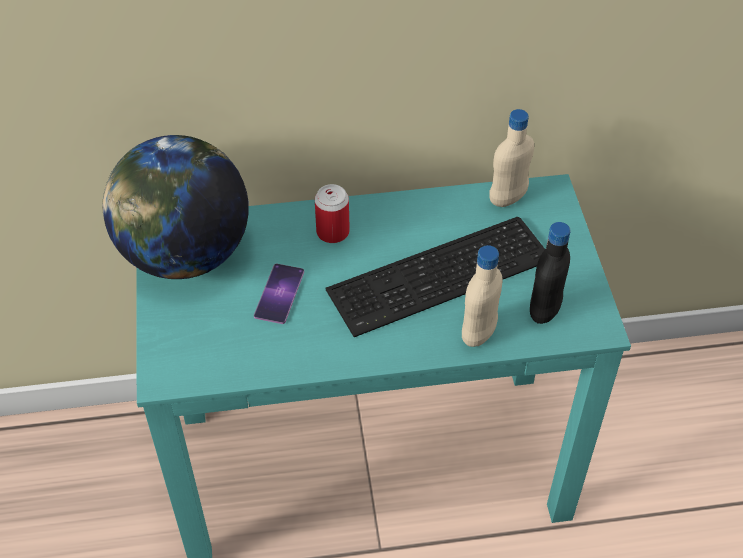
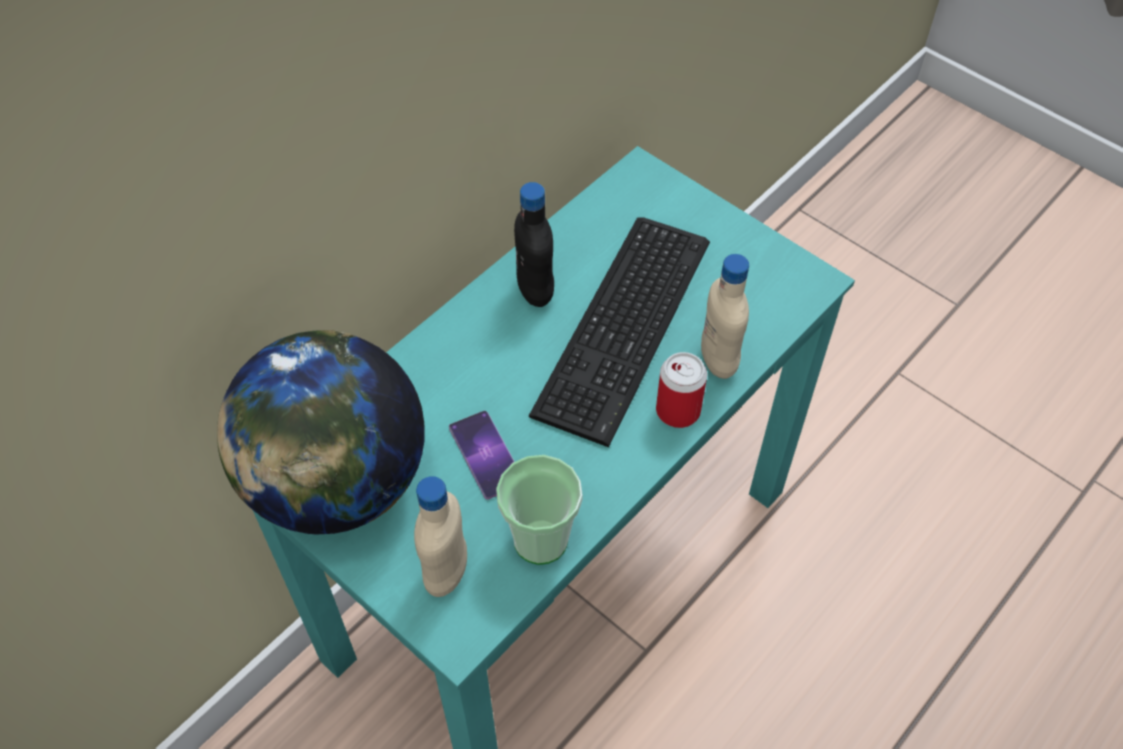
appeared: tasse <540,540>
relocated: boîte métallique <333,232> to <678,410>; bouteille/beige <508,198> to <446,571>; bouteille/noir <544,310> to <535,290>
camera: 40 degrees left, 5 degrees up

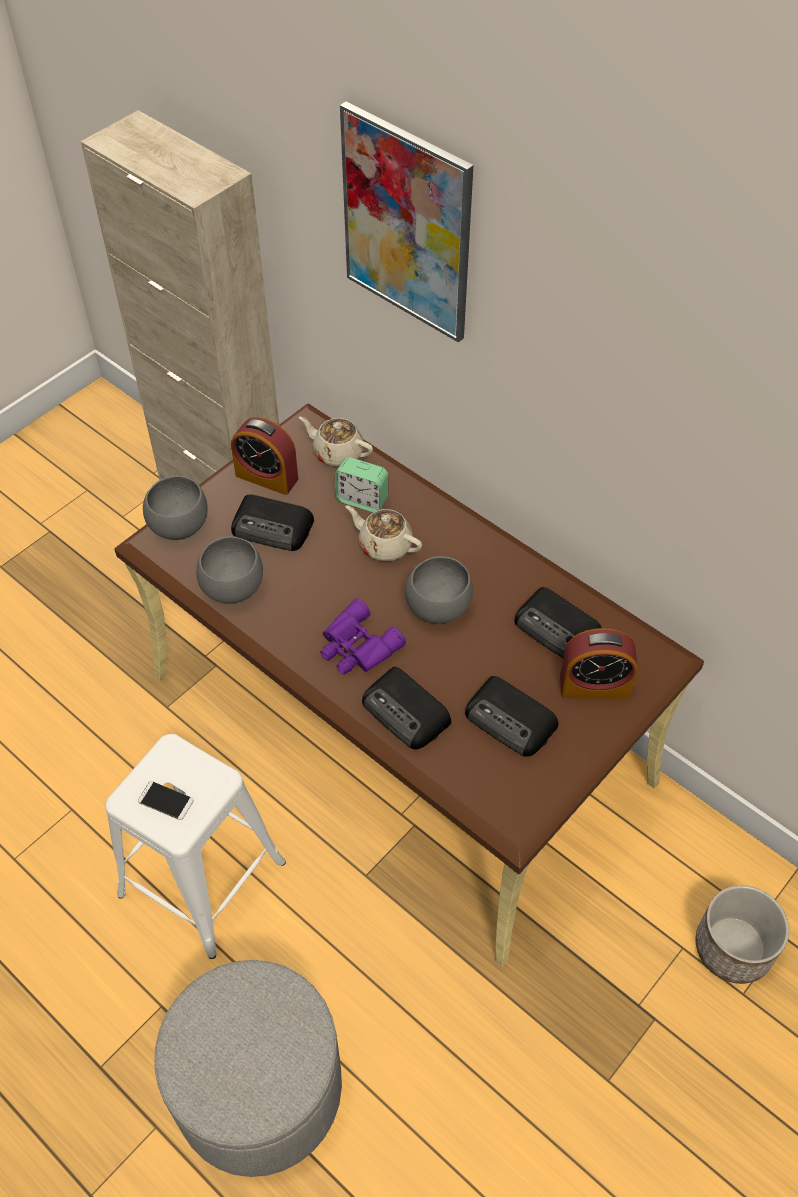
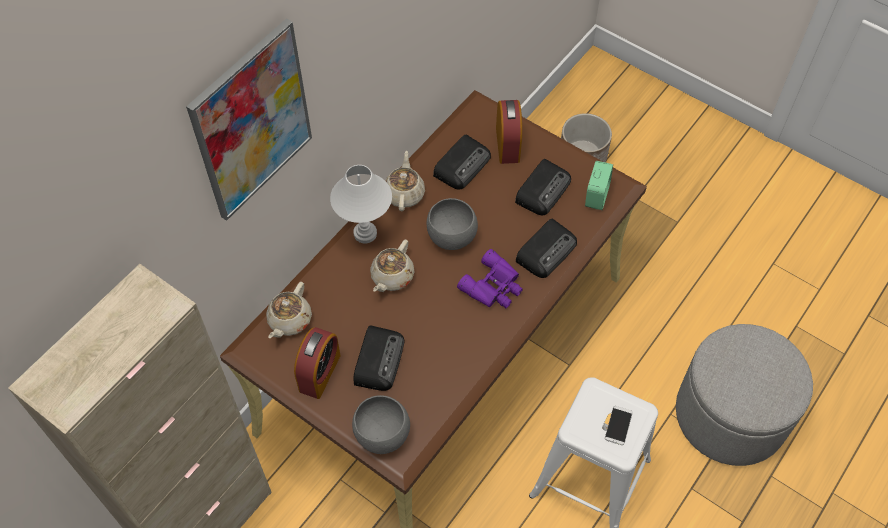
missing: bol/gris <231,589>
appeared: lampe de table/blanc <365,234>; théière/beige <404,193>
relocated: réveil <362,500> to <596,196>
camera: 95 degrees left, 5 degrees up

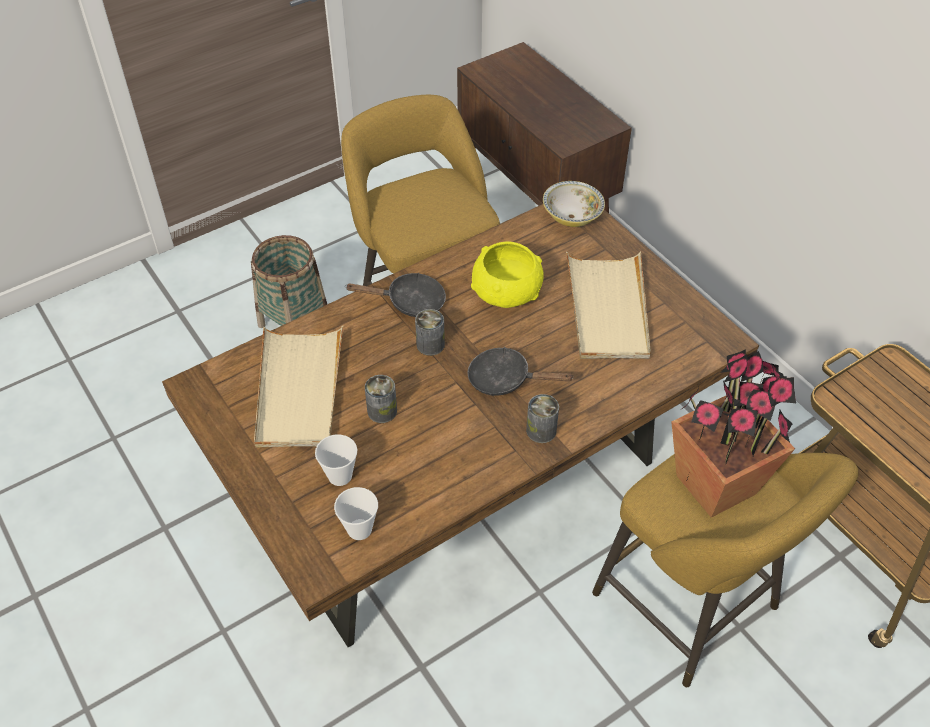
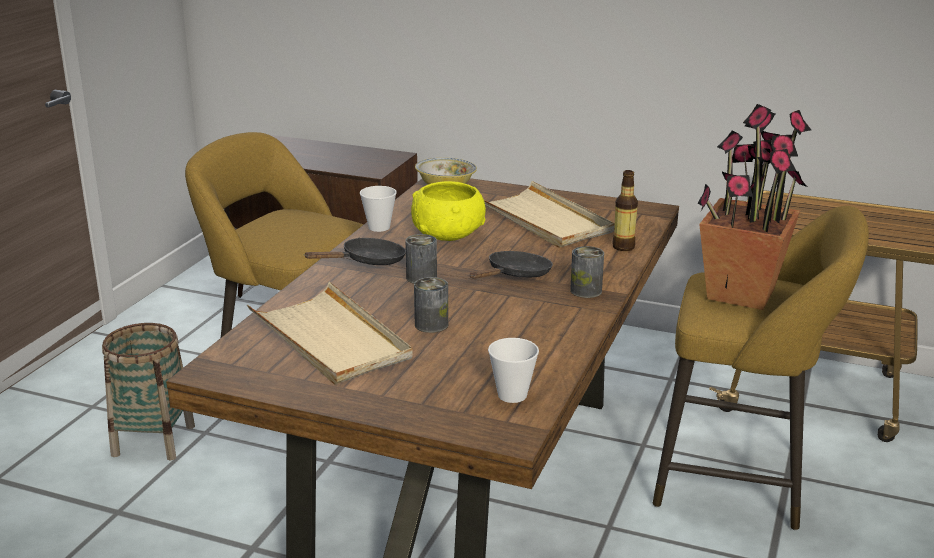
appeared: bouteille <623,247>
relocated: tasse <340,476> to <379,227>
spun: poêle/noir <505,379> = <515,275> 150 degrees clockwise
camera: 35 degrees left, 25 degrees down

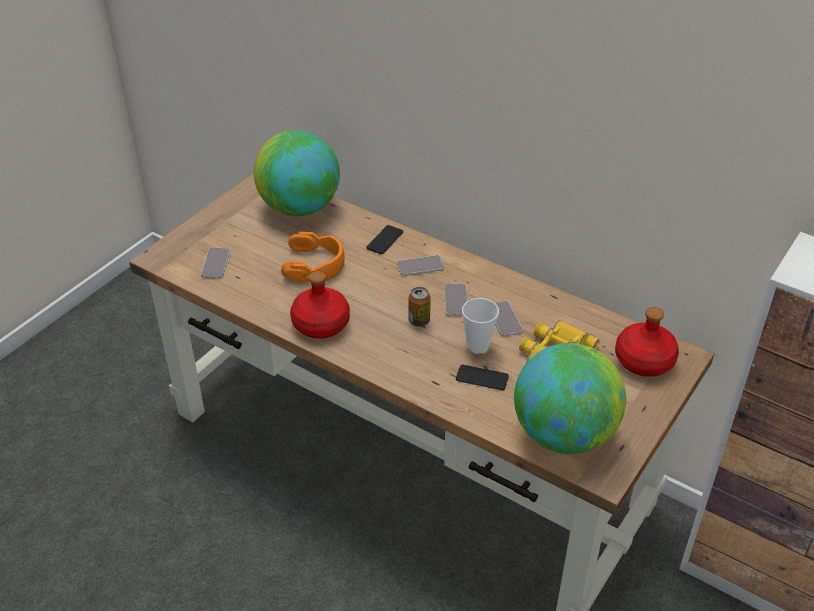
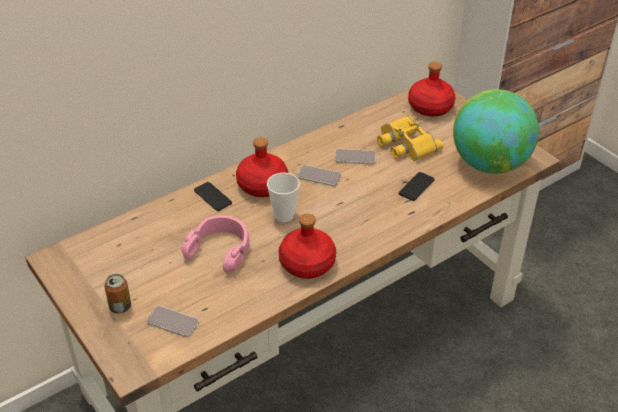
missing: globe <299,208>
relocated: boîte métallique <419,321> to <120,307>; tasse <478,346> to <284,216>
exchanged: téléphone <420,266> to bouteille/rouge <263,185>
colour: casque audio/orange <315,265> to casque audio/rose <220,249>
camera: 70 degrees left, 0 degrees up

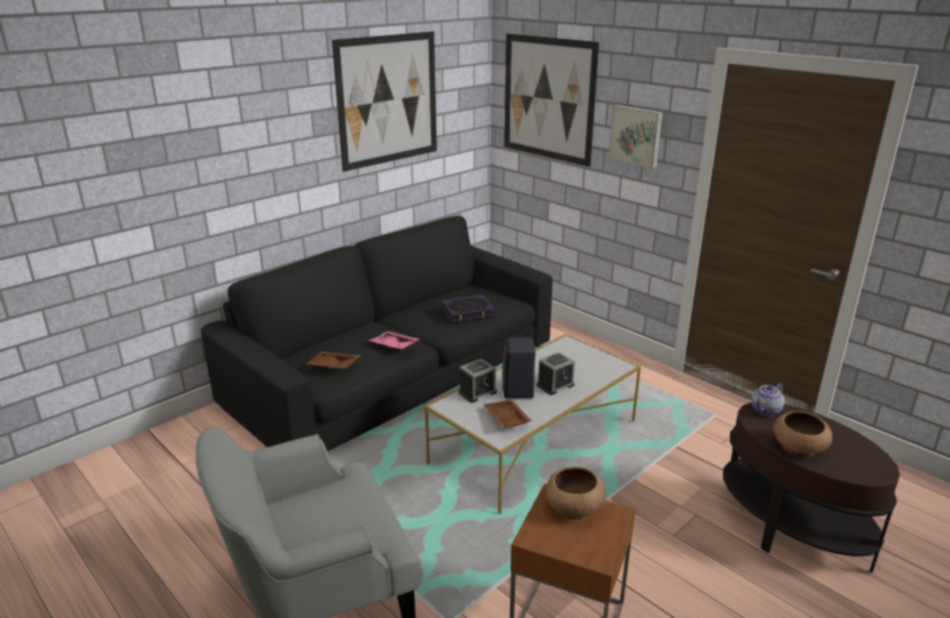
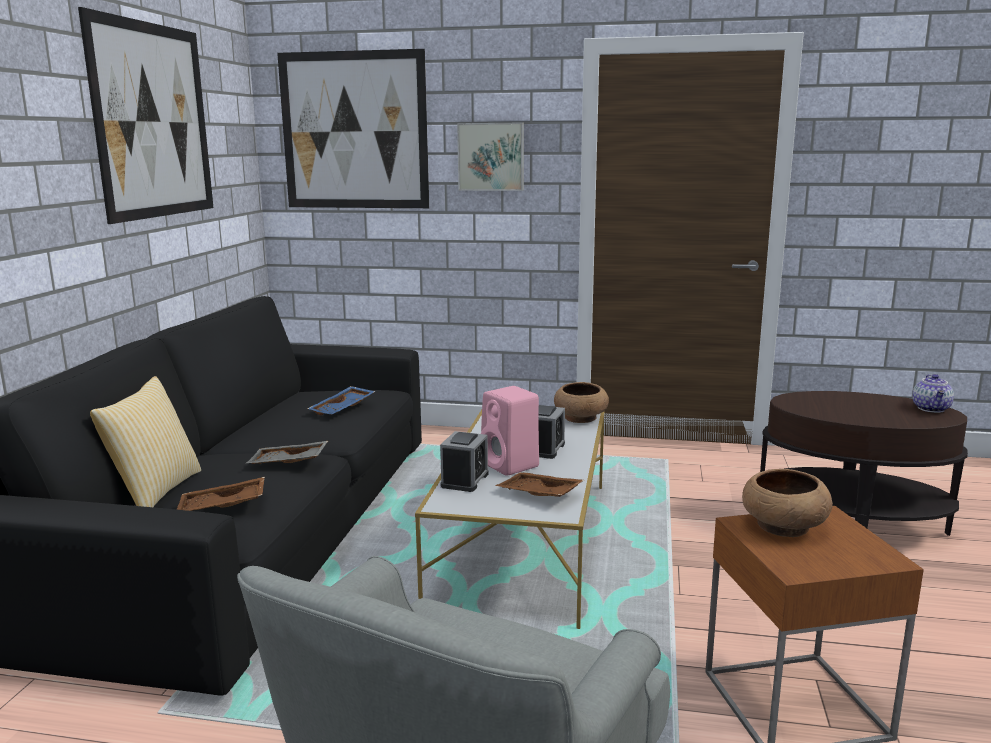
appeared: coussin <155,492>
relocated: théière <766,411> to <932,409>; bol/marron <798,448> to <581,418>
exchanged: livre <467,312> to plateau/bleu <343,409>
colour: plateau/rose <393,346> to plateau/gris <288,463>; enceinte/noir <518,391> to enceinte/rose <511,465>
camera: 35 degrees left, 10 degrees down

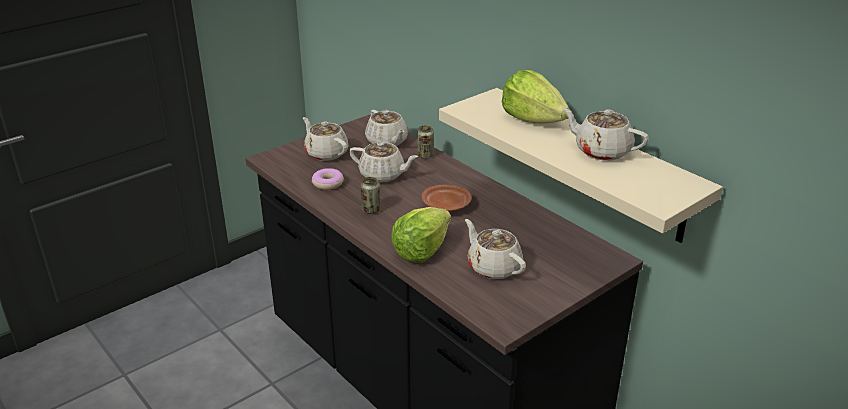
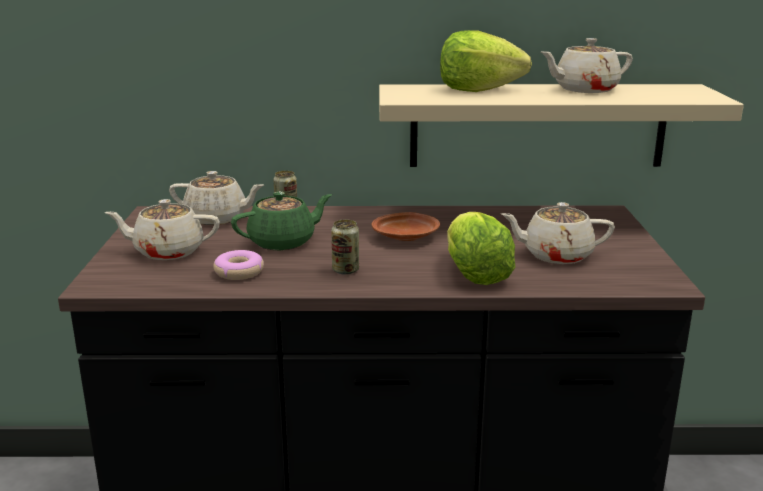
colour: théière/beige <383,175> to théière/vert <283,242>
camera: 50 degrees left, 10 degrees down

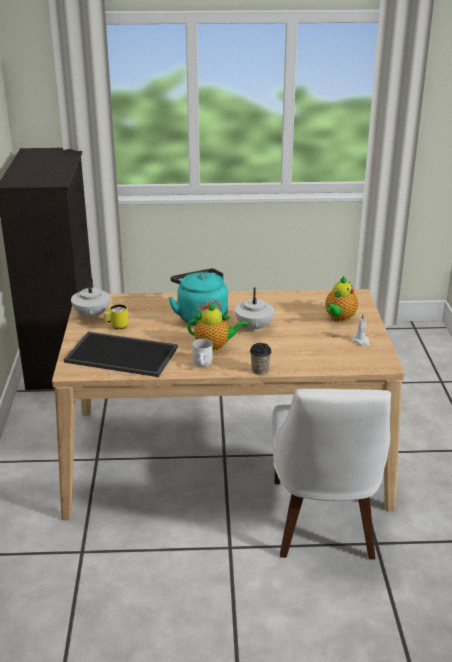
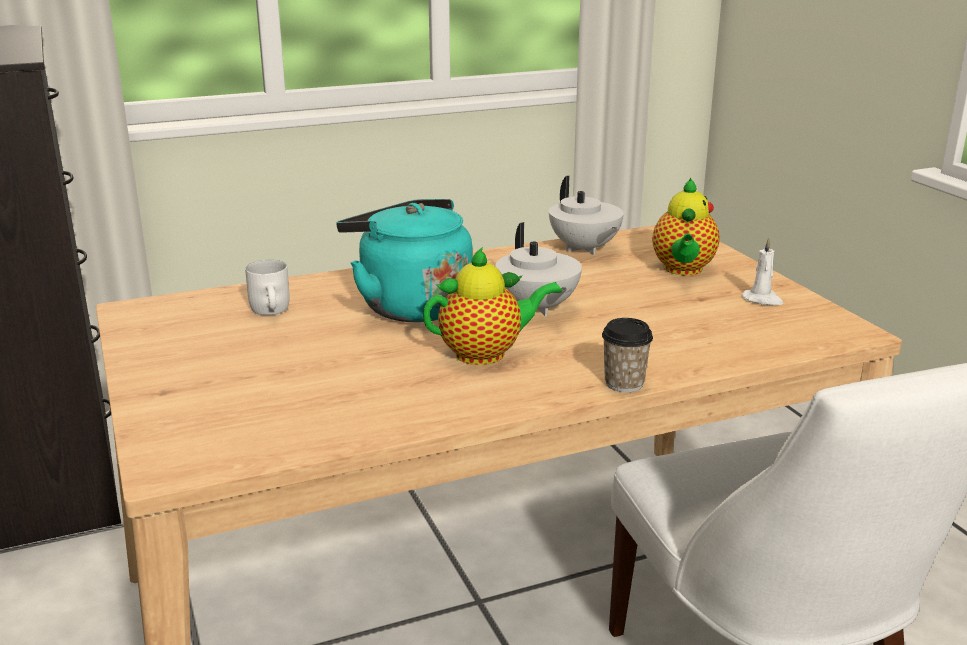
missing: plateau <123,354>; mug/jaune <116,327>
relocated: théière/blanc <91,316> to <584,249>; mug/blanc <203,364> to <273,311>
camera: 20 degrees left, 5 degrees down

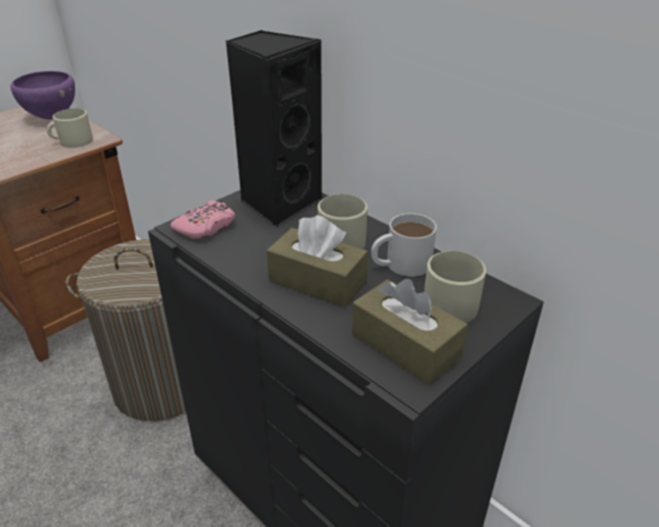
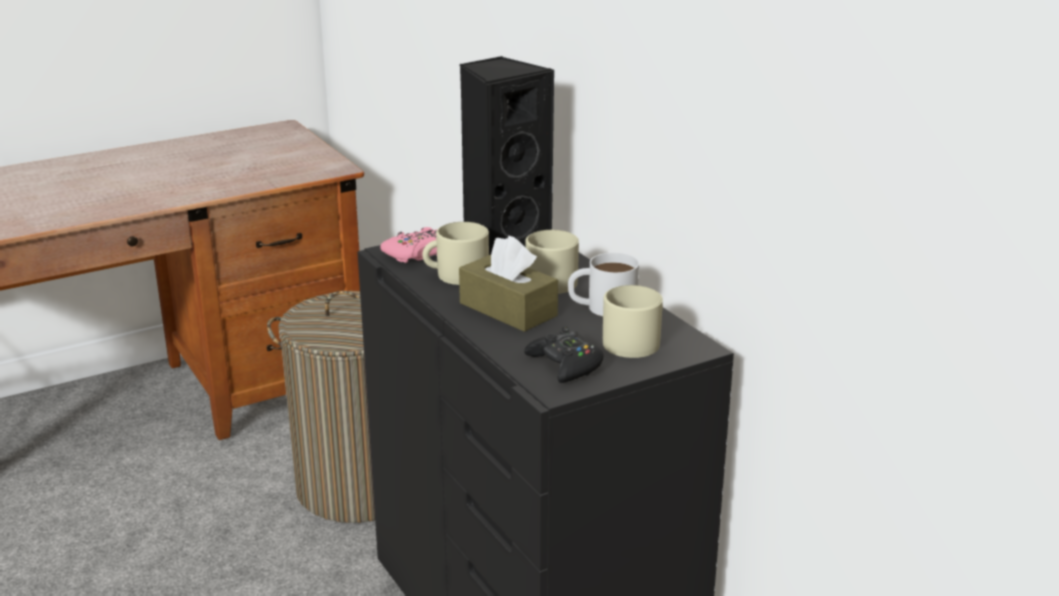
missing: bol/violet <52,118>
relocated: mug/beige <72,142> to <456,274>
exchanged: boîte à mouchoirs/marron <405,346> to manette/noir <565,365>
camera: 15 degrees right, 10 degrees down

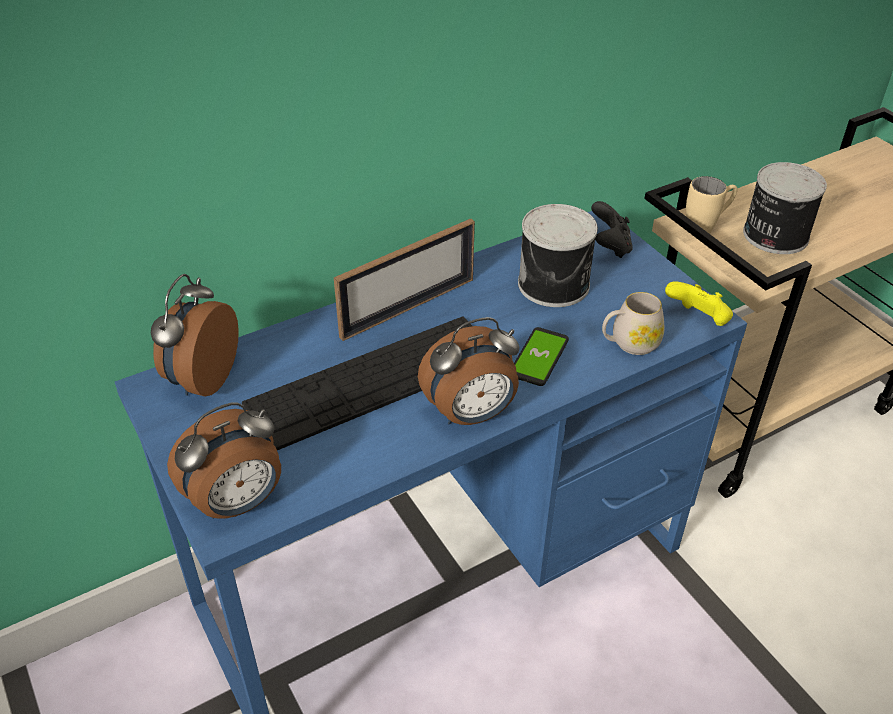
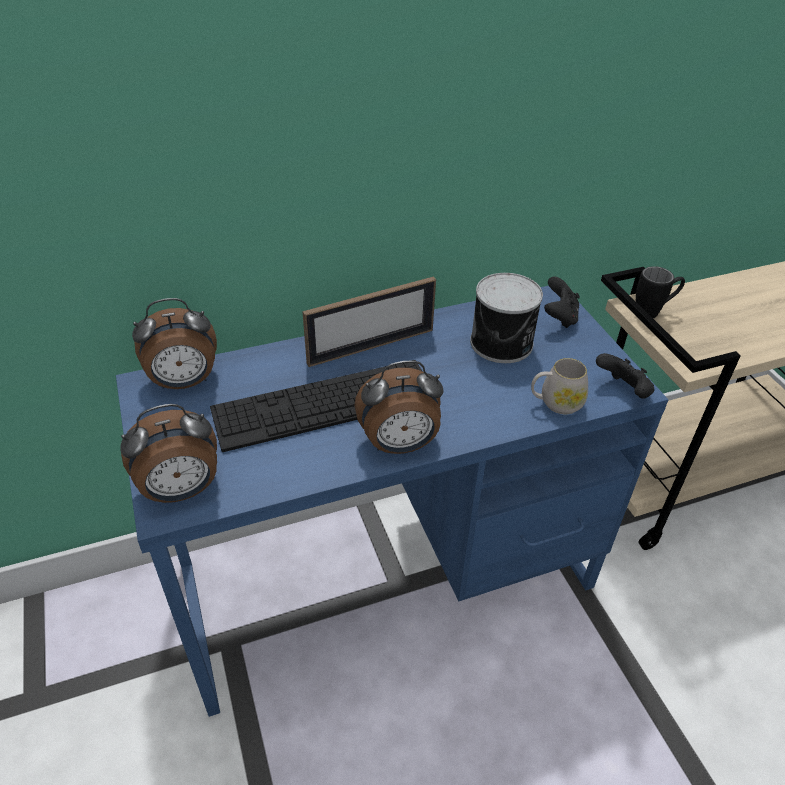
missing: téléphone <539,357>; boîte métallique <774,235>
colour: manette/jaune <698,320> to manette/noir <623,391>; mug/beige <706,227> to mug/noir <653,311>
spun: réveil <201,379> = <184,382> 135 degrees counterclockwise
camera: 10 degrees right, 0 degrees up

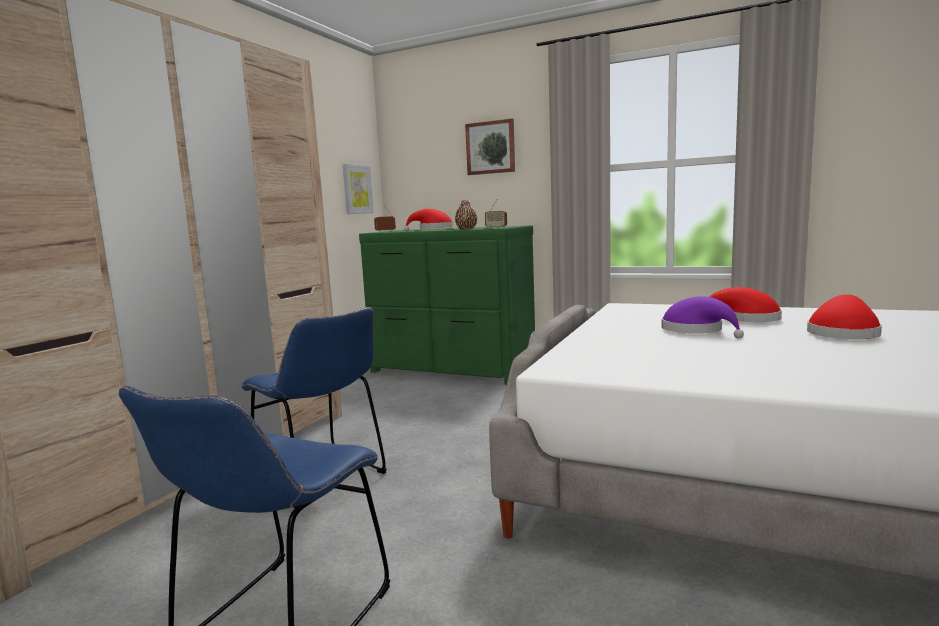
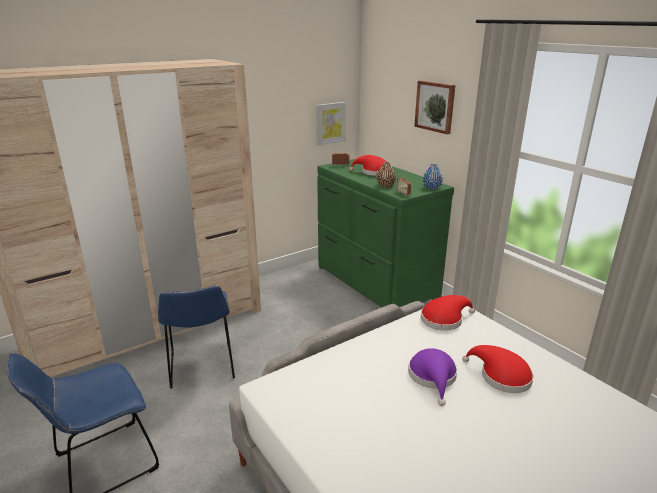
appeared: vase/bleu <431,188>
relocated: chapeau/rouge <842,333> to <444,319>
camera: 30 degrees right, 15 degrees up

